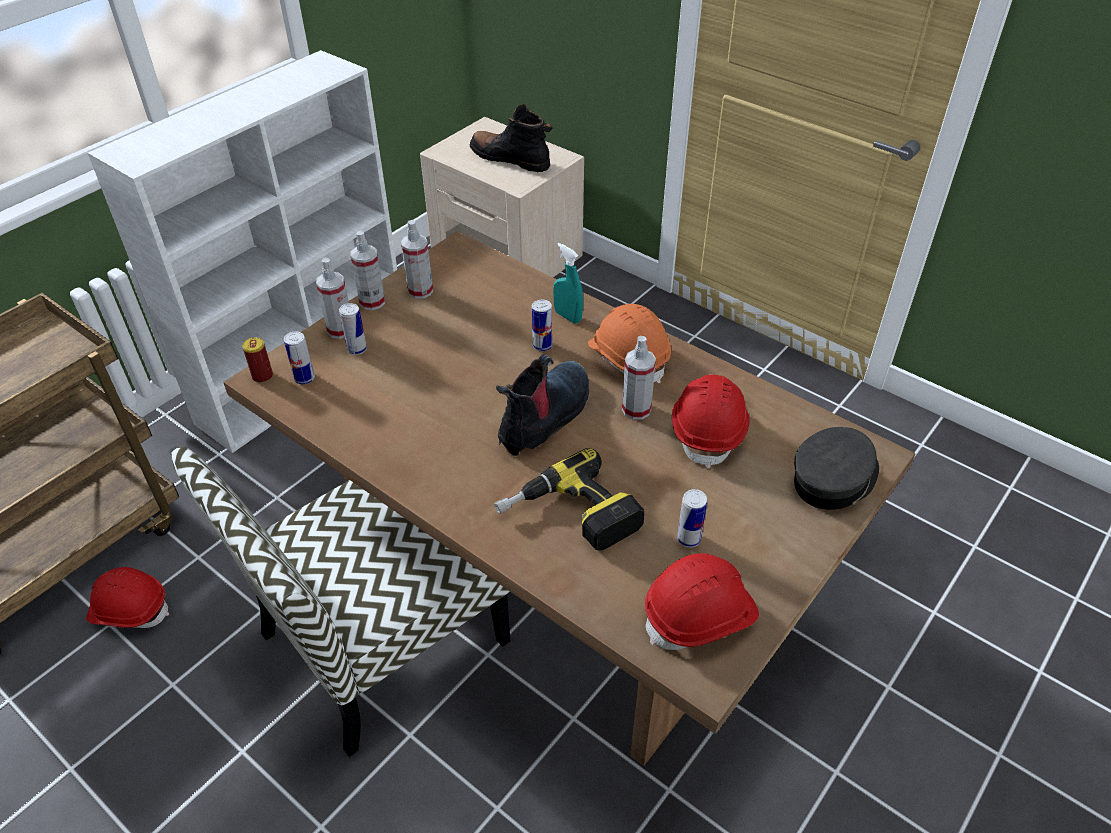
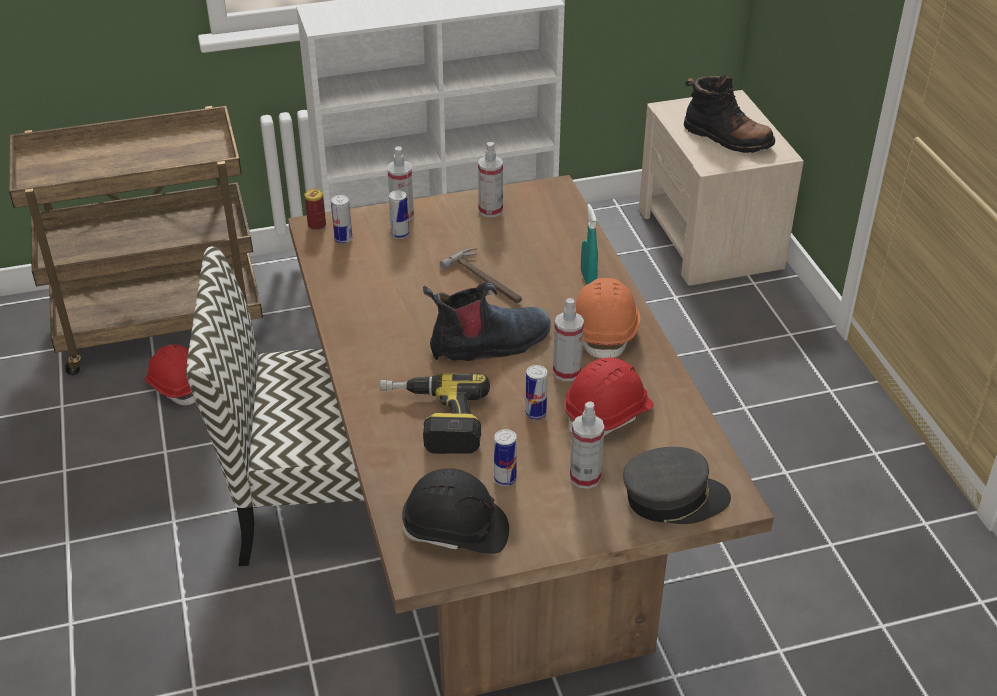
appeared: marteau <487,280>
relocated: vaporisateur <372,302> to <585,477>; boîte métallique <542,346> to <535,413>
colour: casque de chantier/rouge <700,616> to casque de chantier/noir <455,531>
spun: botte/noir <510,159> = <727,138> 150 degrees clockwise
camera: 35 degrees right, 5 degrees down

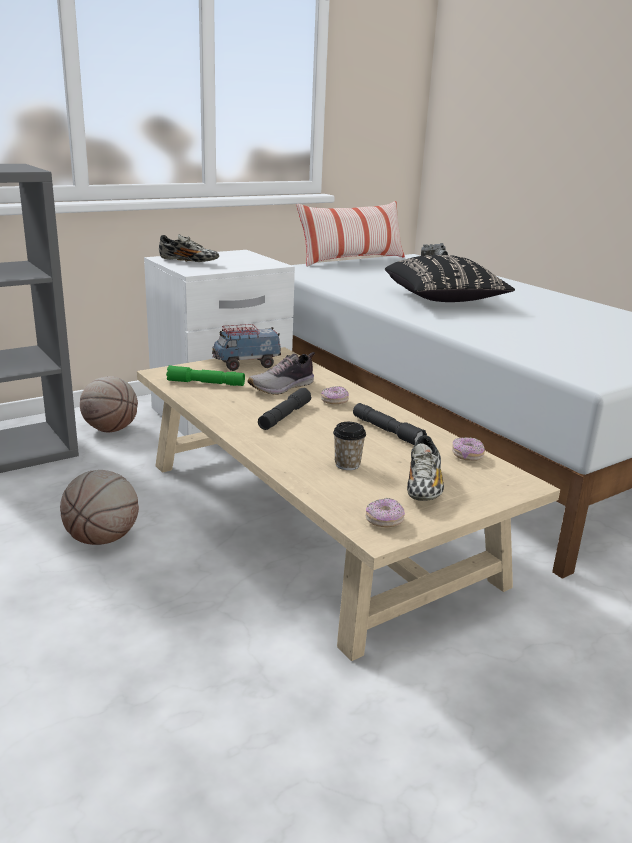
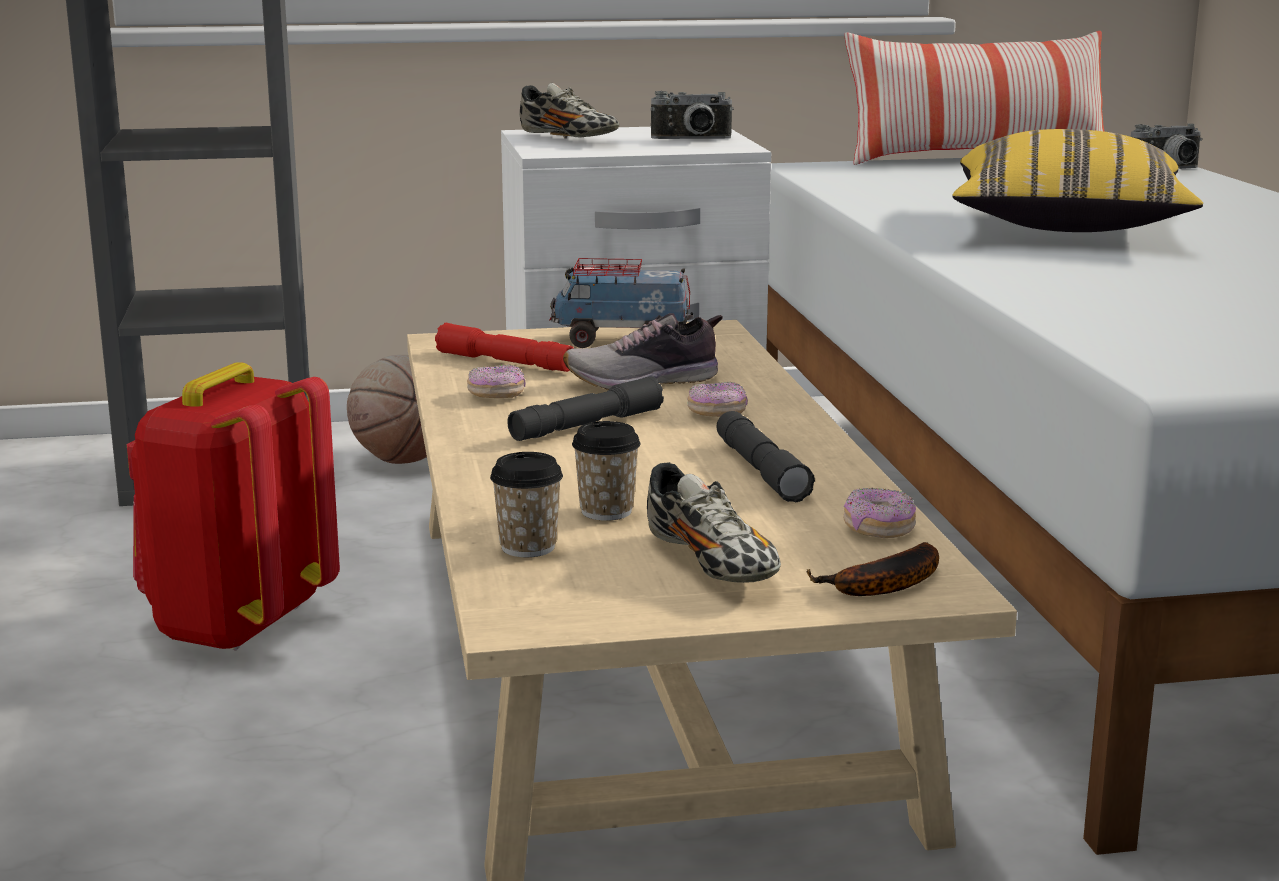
appeared: tasse <528,547>; appareil photo <692,140>; banane <883,586>
relocated: beignet <384,521> to <496,395>
exchanged: ballon de basket <103,539> to sac à dos/rouge <237,625>
colour: lampe de poche/vert <206,383> to lampe de poche/rouge <505,362>; coussin/noir <444,300> to coussin/jaune <1067,229>
spun: chaussure <423,487> = <711,564> 60 degrees counterclockwise
camera: 25 degrees right, 5 degrees down

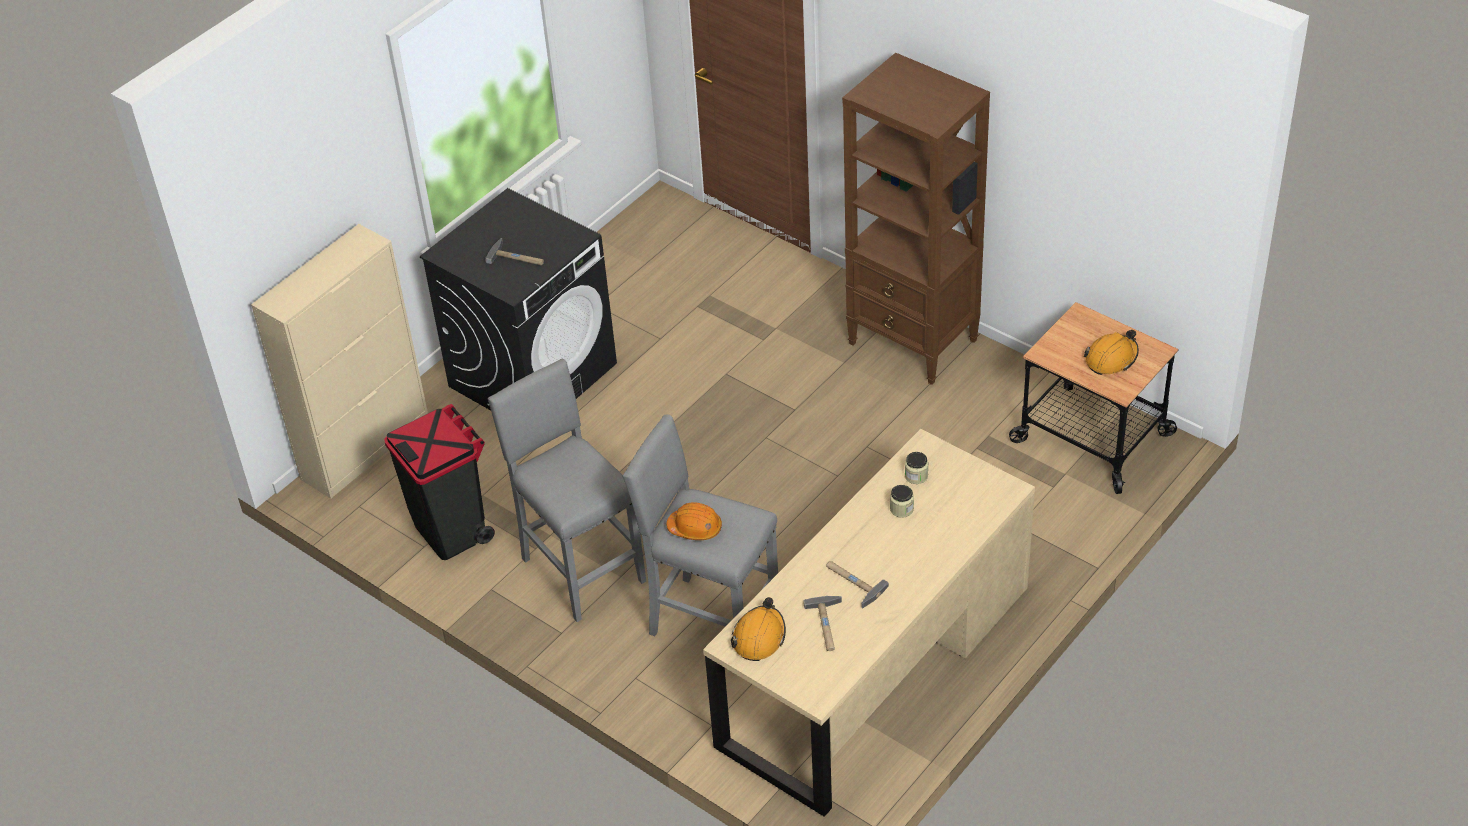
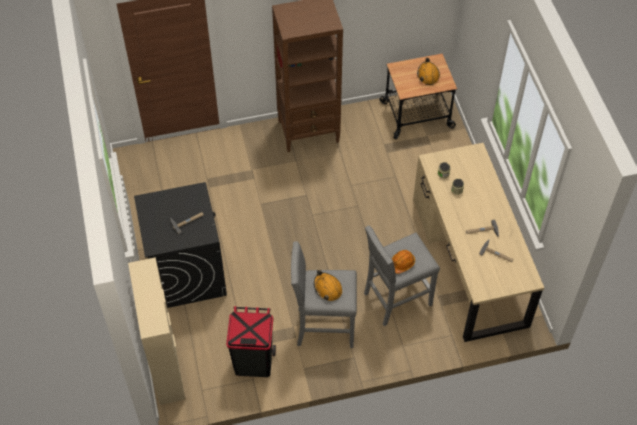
relocated: casque de chantier/orange <759,637> to <327,288>
camera: 55 degrees left, 10 degrees up

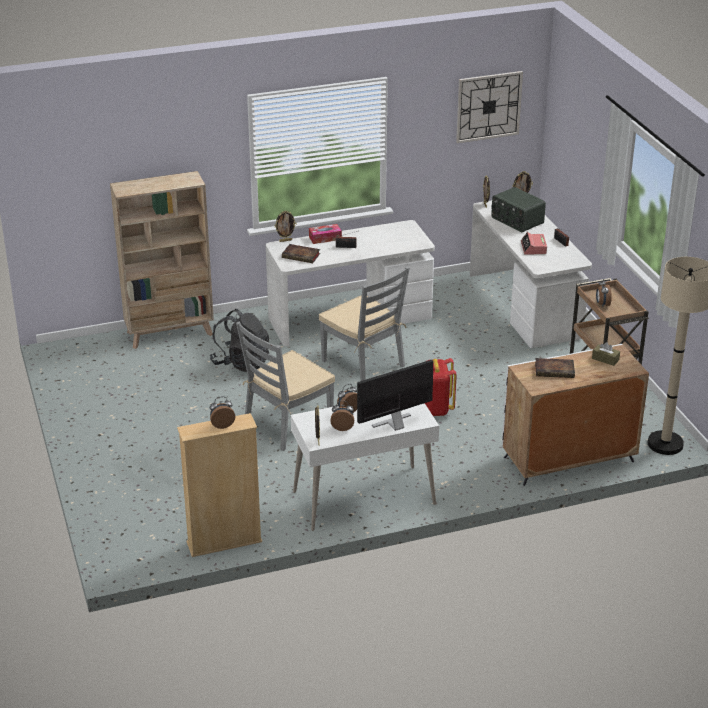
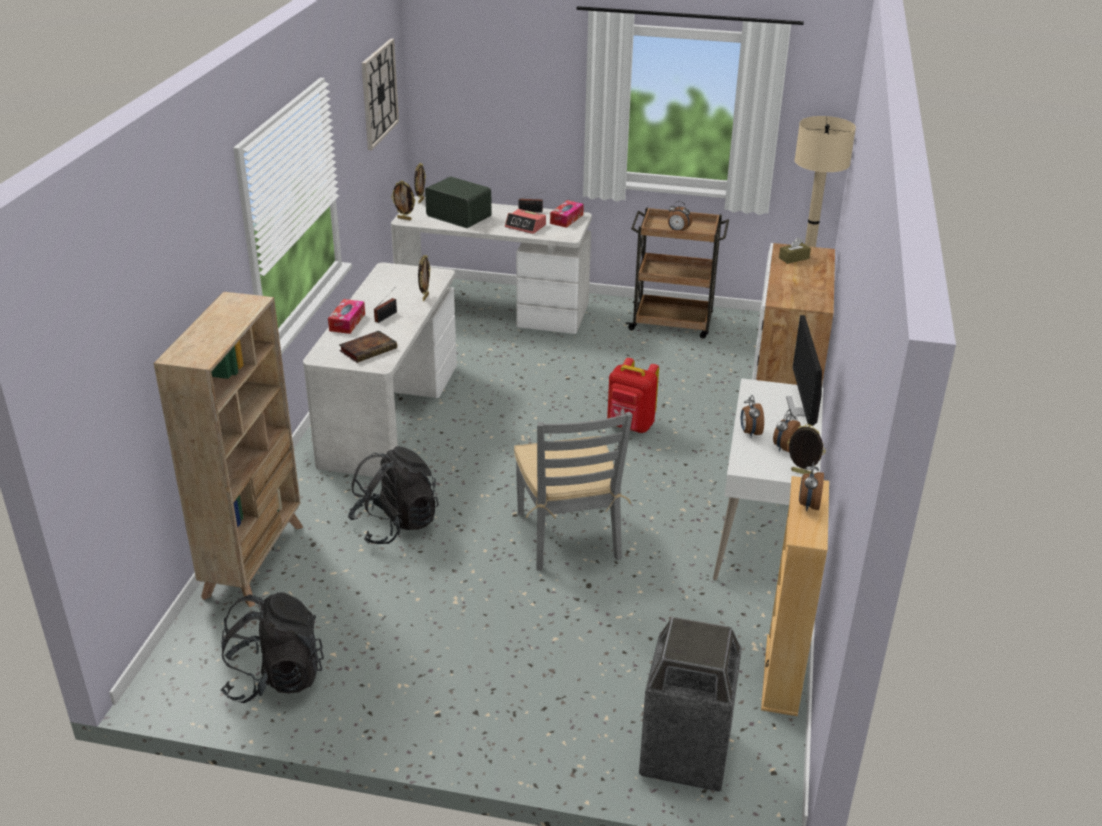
missing: chaise/gris <364,363>; livre <555,370>
appeared: sac à dos/noir <274,678>; boîte à mouchoirs <566,219>; poubelle <684,754>
relocated: cadre photo <285,240> to <425,297>
spun: radio <516,221> = <459,216> 135 degrees counterclockwise
camera: 60 degrees left, 0 degrees up

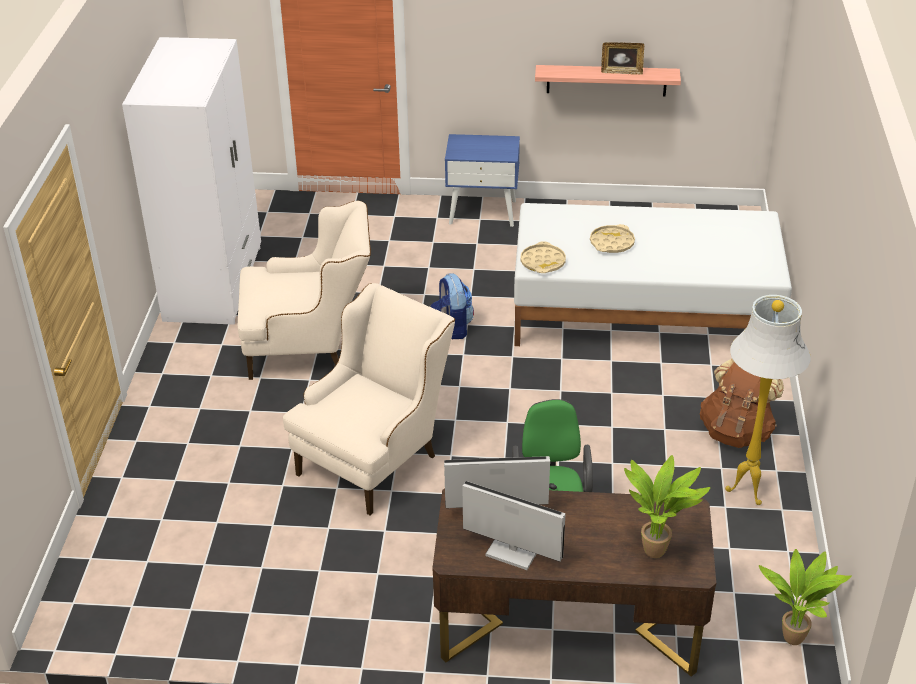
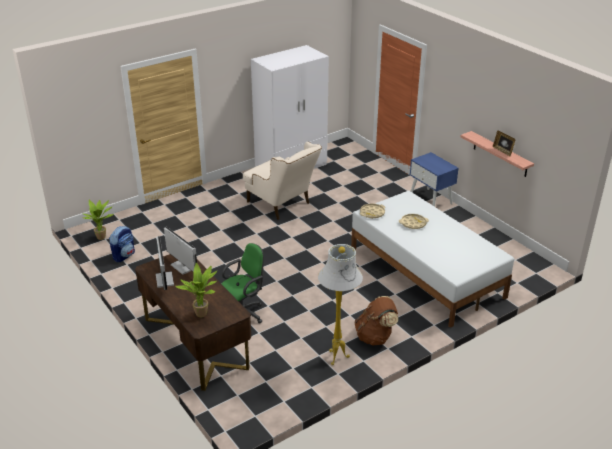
missing: fauteuil/beige <375,457>
relocated: sac à dos <452,327> to <124,255>; plante en pot <794,636> to <102,238>
camera: 50 degrees right, 5 degrees down

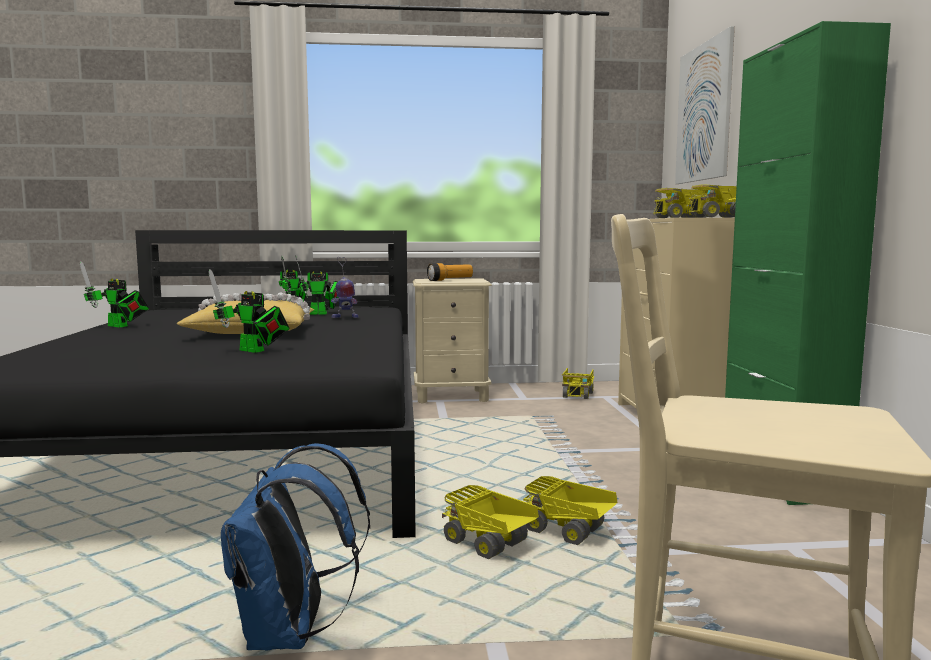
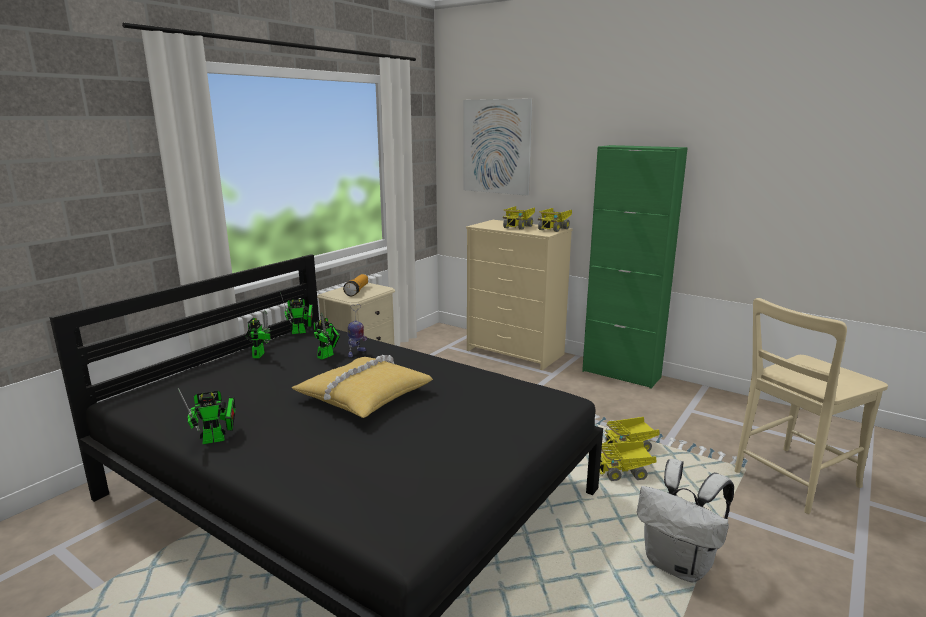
missing: camion jouet <577,394>
relocated: robot jouet <254,351> to <301,332>
colour: sac à dos/bleu <290,634> to sac à dos/blanc <679,565>
camera: 50 degrees left, 10 degrees up

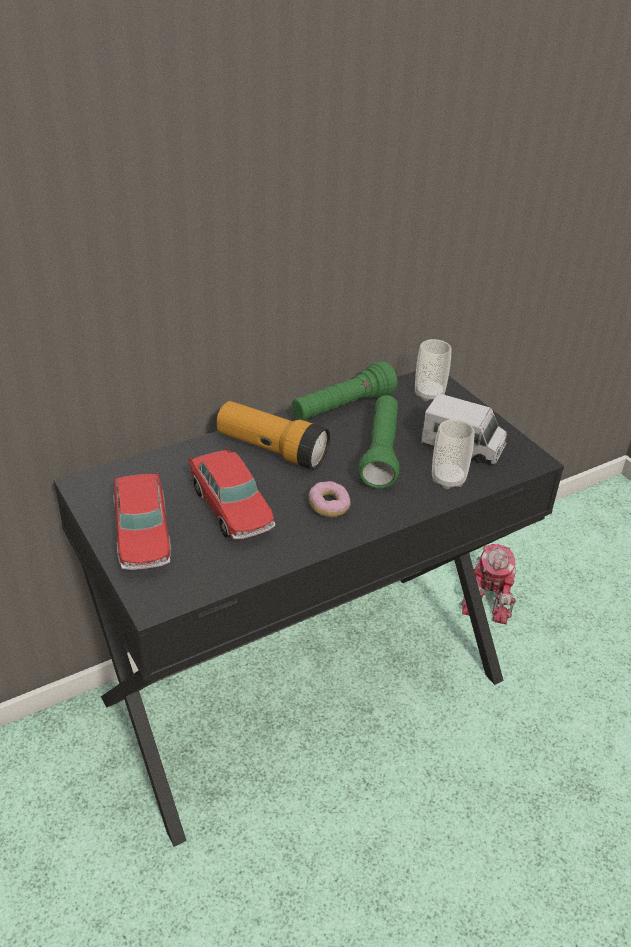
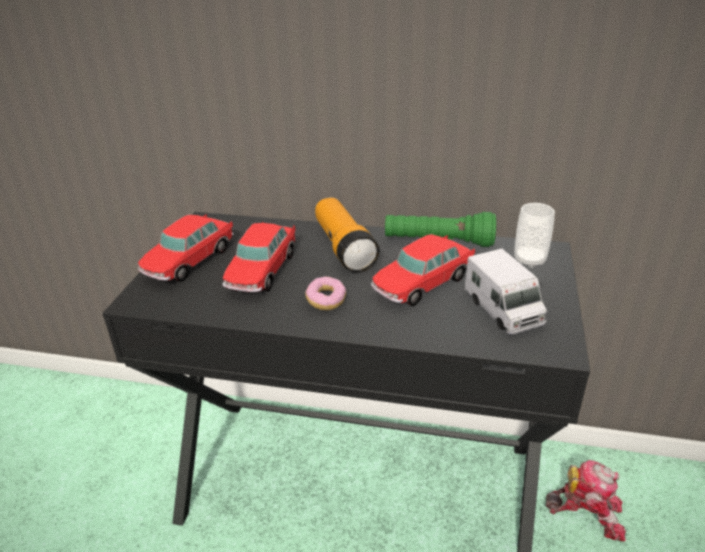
missing: tasse <448,479>
exchanged: lampe de poche/vert <381,453> to petite voiture <422,283>
spun: robot jouet <490,597> = <587,512> 135 degrees counterclockwise
camera: 45 degrees right, 5 degrees down

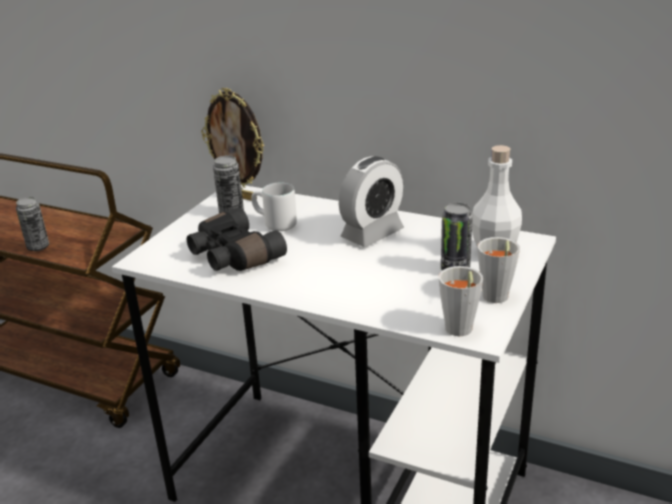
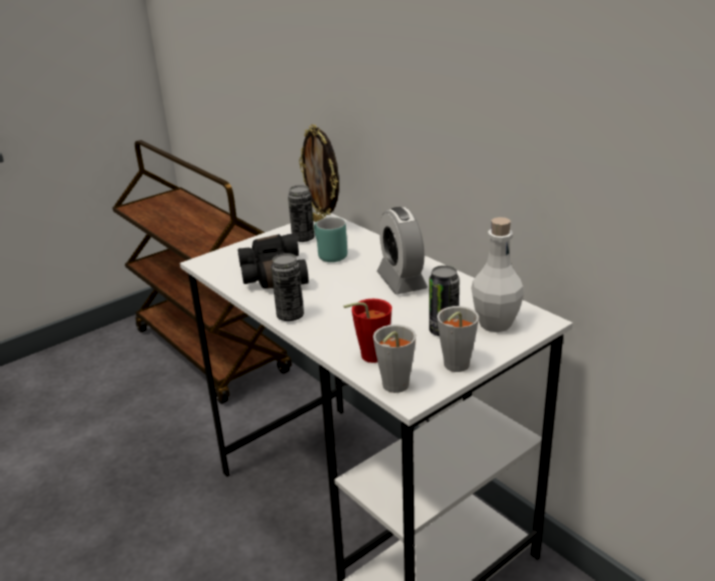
appeared: tasse/rouge <368,357>
relocated: boîte métallique <38,247> to <290,316>
colour: mug/blanc <273,225> to mug/turquoise <327,255>
spun: réveil <372,234> = <401,281> 90 degrees clockwise
camera: 25 degrees right, 0 degrees up

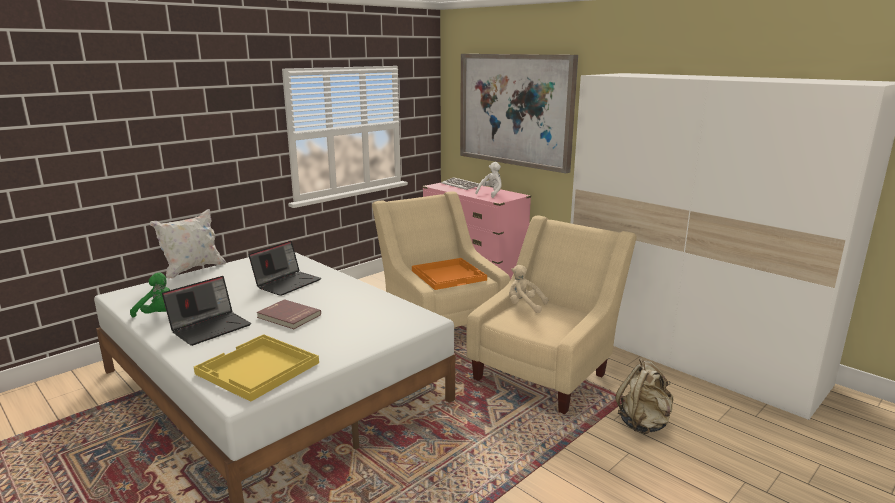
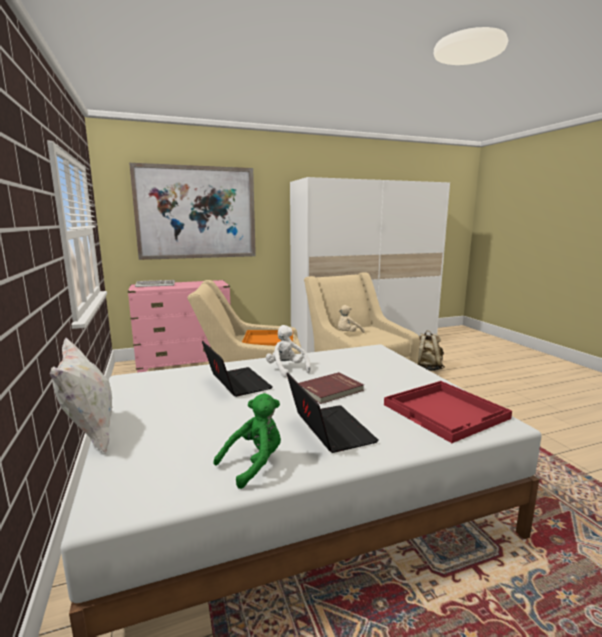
relocated: peluche/blanc <491,193> to <287,369>
colour: plateau/jaune <257,369> to plateau/rouge <446,411>
camera: 65 degrees left, 5 degrees down

